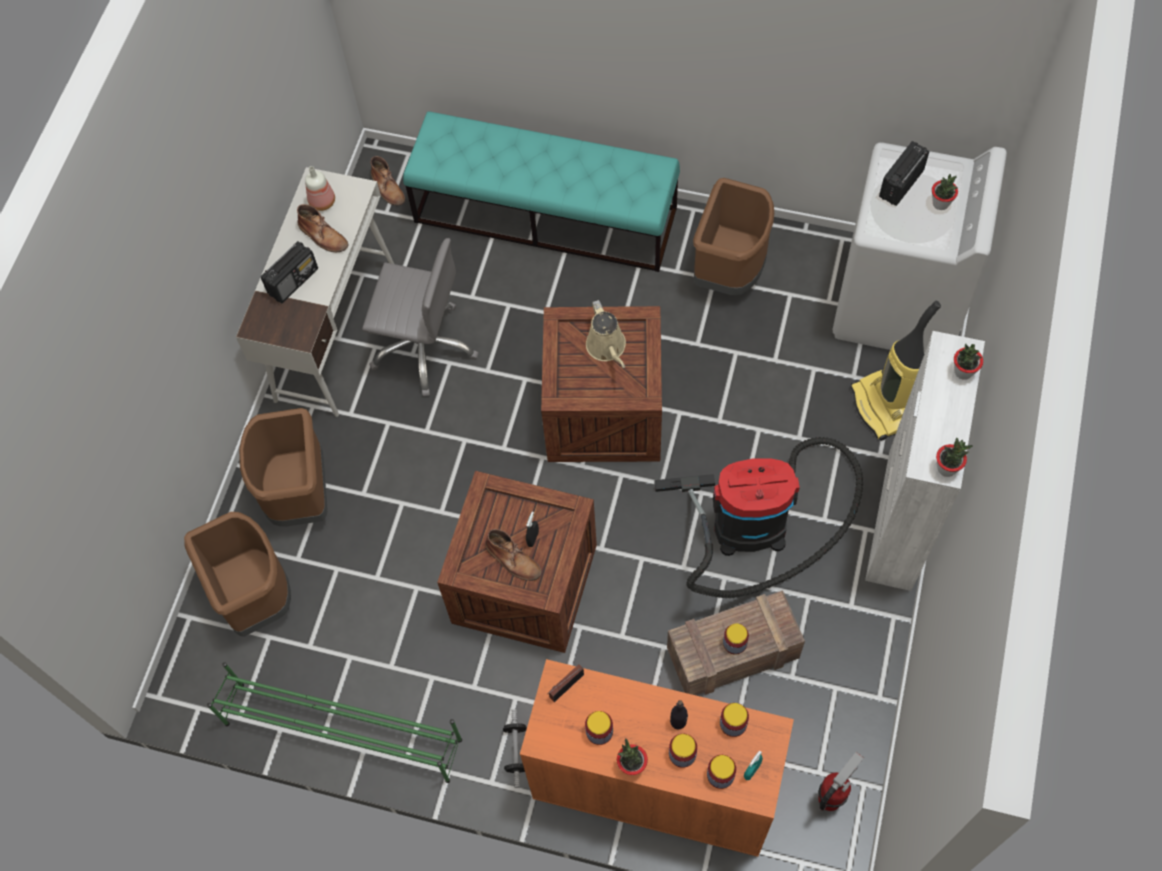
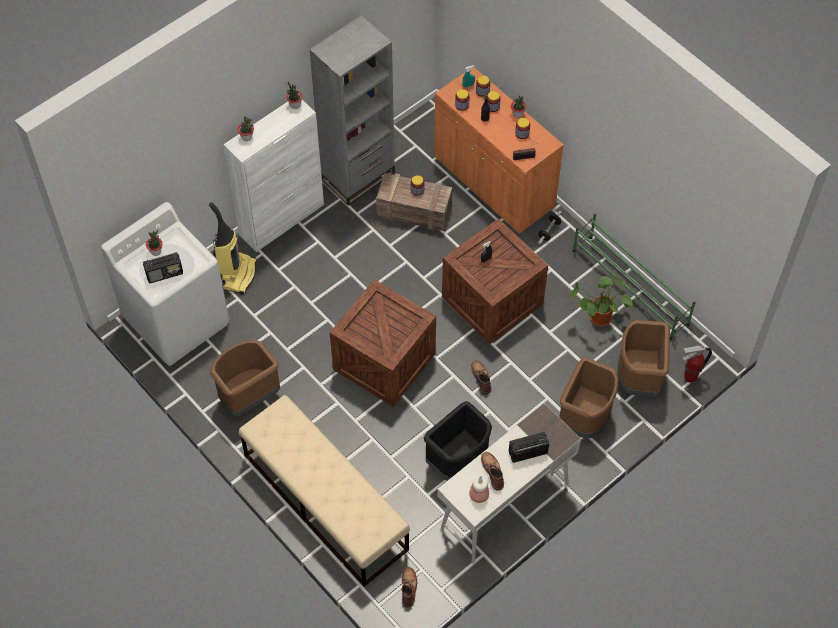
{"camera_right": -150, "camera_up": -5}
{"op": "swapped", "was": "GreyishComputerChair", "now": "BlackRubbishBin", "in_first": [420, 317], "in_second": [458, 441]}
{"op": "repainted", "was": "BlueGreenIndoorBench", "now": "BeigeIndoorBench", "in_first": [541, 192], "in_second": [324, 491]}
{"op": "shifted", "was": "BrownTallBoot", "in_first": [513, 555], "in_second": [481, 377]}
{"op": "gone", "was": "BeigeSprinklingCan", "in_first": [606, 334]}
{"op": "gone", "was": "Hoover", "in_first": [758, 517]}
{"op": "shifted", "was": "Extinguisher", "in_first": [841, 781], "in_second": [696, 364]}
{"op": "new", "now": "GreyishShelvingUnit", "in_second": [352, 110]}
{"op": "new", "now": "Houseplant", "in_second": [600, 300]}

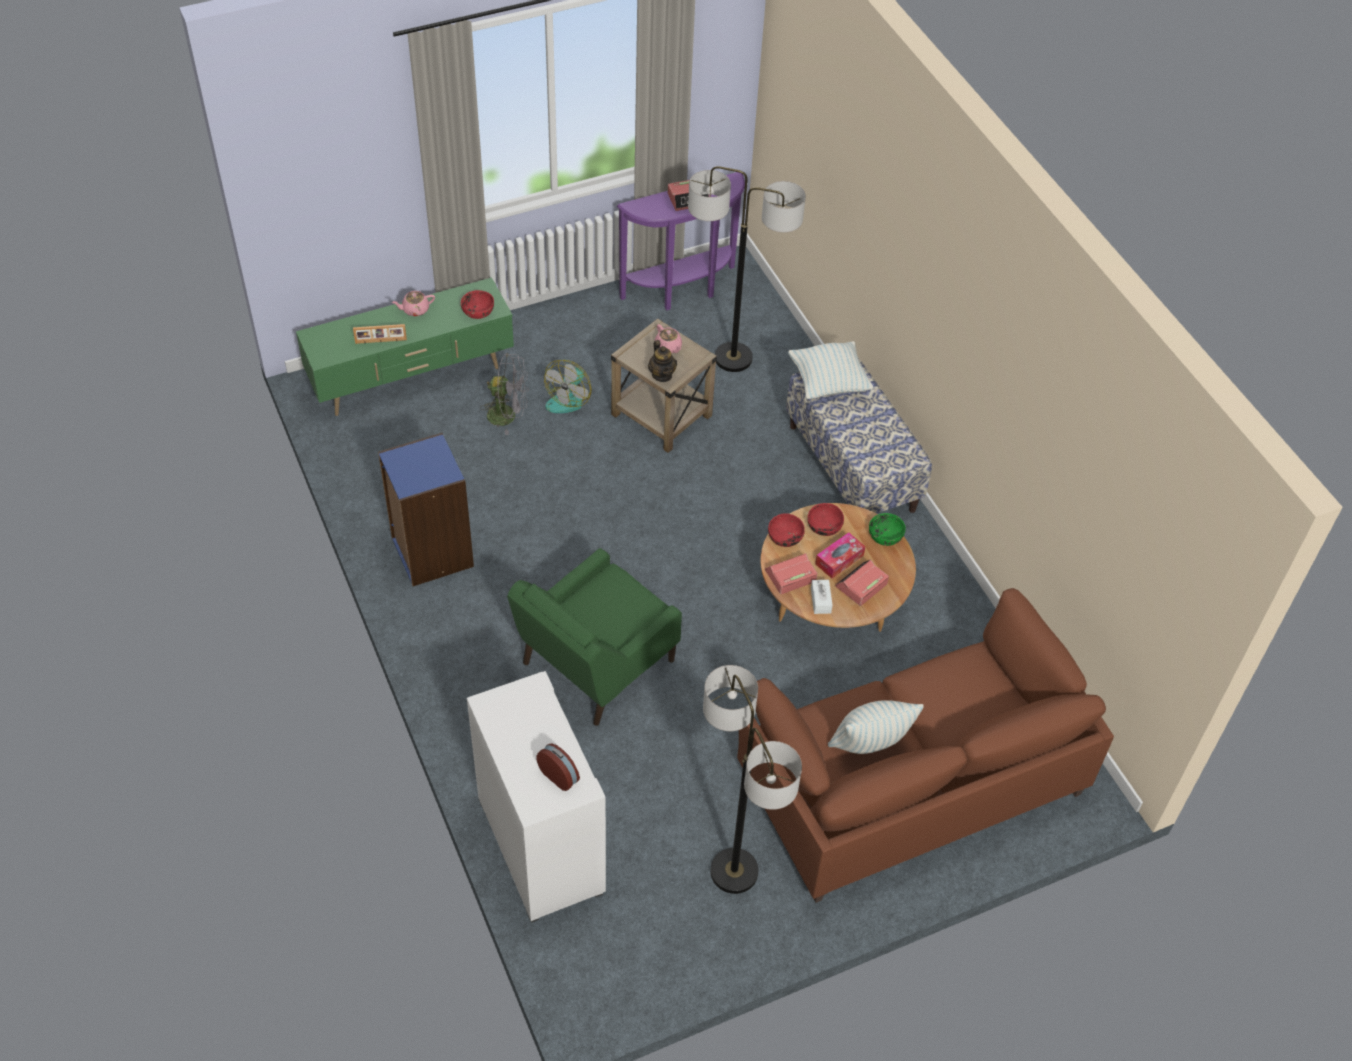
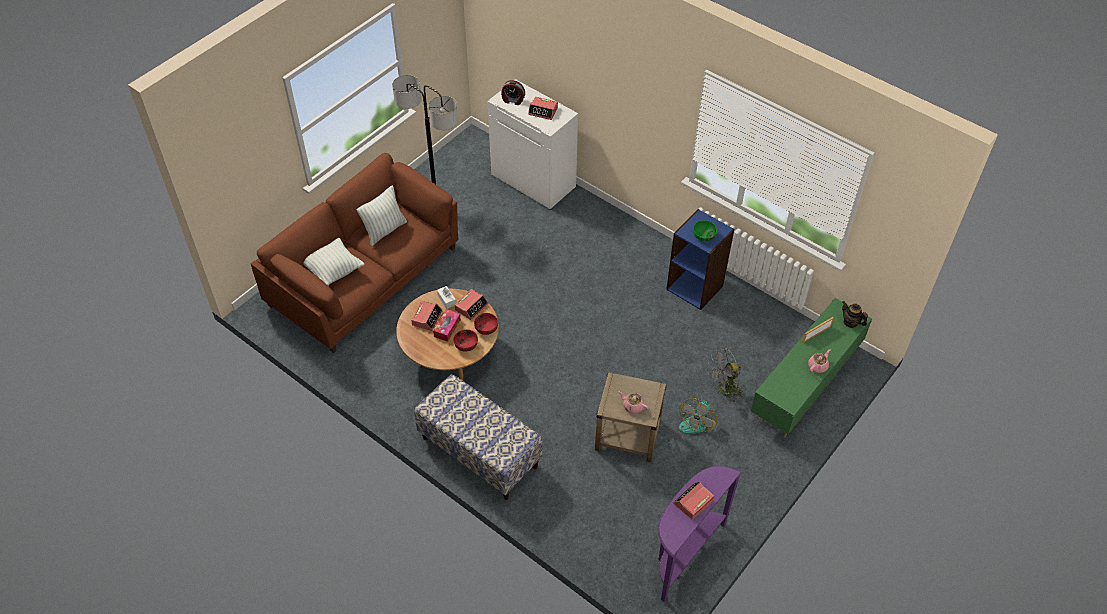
{"camera_right": 155, "camera_up": 0}
{"op": "gone", "was": "RedDeepDish", "in_first": [477, 304]}
{"op": "gone", "was": "GreenishEasyChair", "in_first": [594, 637]}
{"op": "rotated", "was": "ElectricFan", "in_first": [568, 386], "in_second": [698, 416], "clockwise": -150}
{"op": "shifted", "was": "Teapot", "in_first": [662, 361], "in_second": [855, 314]}
{"op": "gone", "was": "StandardLamp", "in_first": [747, 269]}
{"op": "shifted", "was": "ThrowPillow", "in_first": [830, 370], "in_second": [334, 261]}
{"op": "shifted", "was": "GreenishDeepDish", "in_first": [887, 529], "in_second": [705, 231]}
{"op": "new", "now": "BedsideClock", "in_second": [543, 108]}

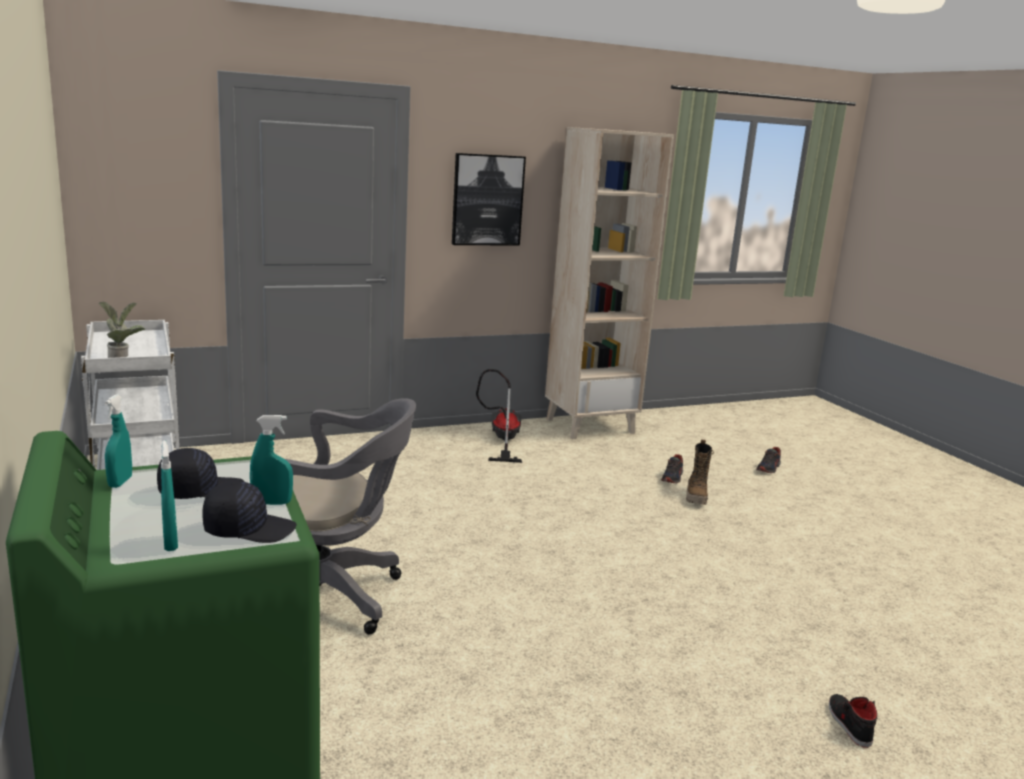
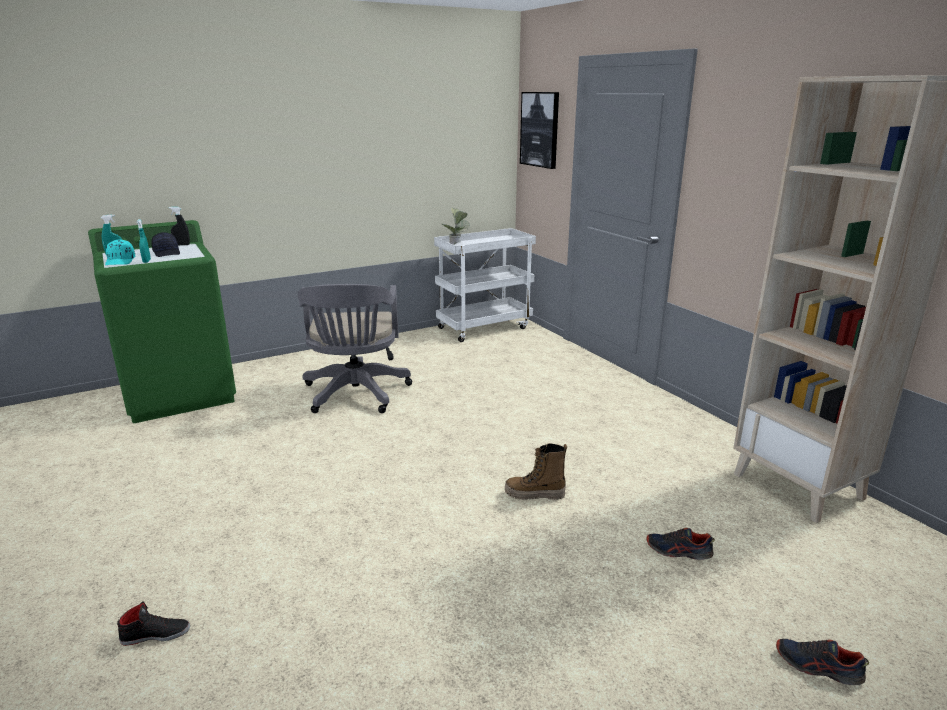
{"camera_right": 85, "camera_up": 5}
{"op": "repainted", "was": "BlueGreenSprayer", "now": "BlackSprayer", "in_first": [118, 441], "in_second": [179, 226]}
{"op": "repainted", "was": "BlackCap", "now": "BlueGreenCap", "in_first": [249, 512], "in_second": [120, 252]}
{"op": "shifted", "was": "Picture", "in_first": [489, 199], "in_second": [539, 130]}
{"op": "gone", "was": "Hoover", "in_first": [499, 416]}
{"op": "shifted", "was": "TallBoot", "in_first": [700, 472], "in_second": [536, 472]}

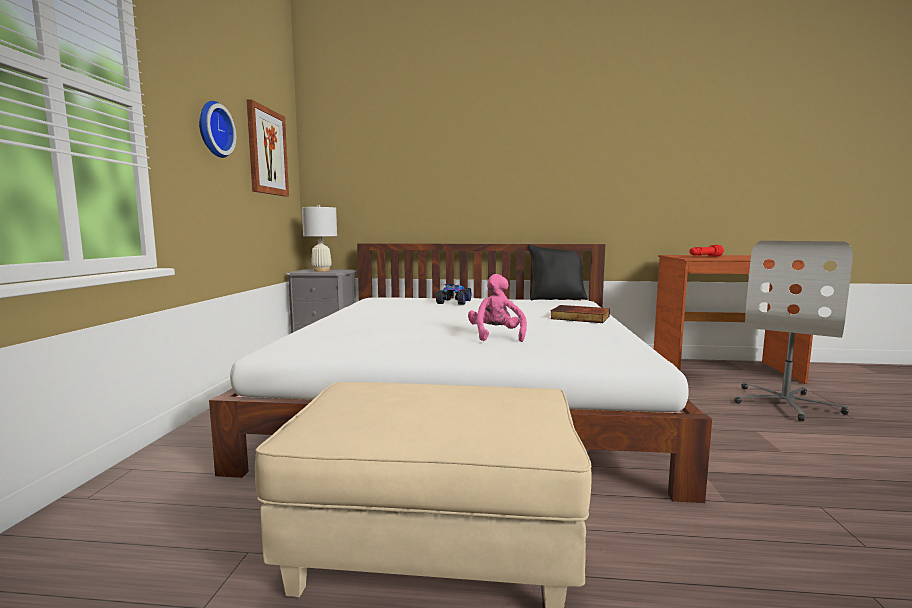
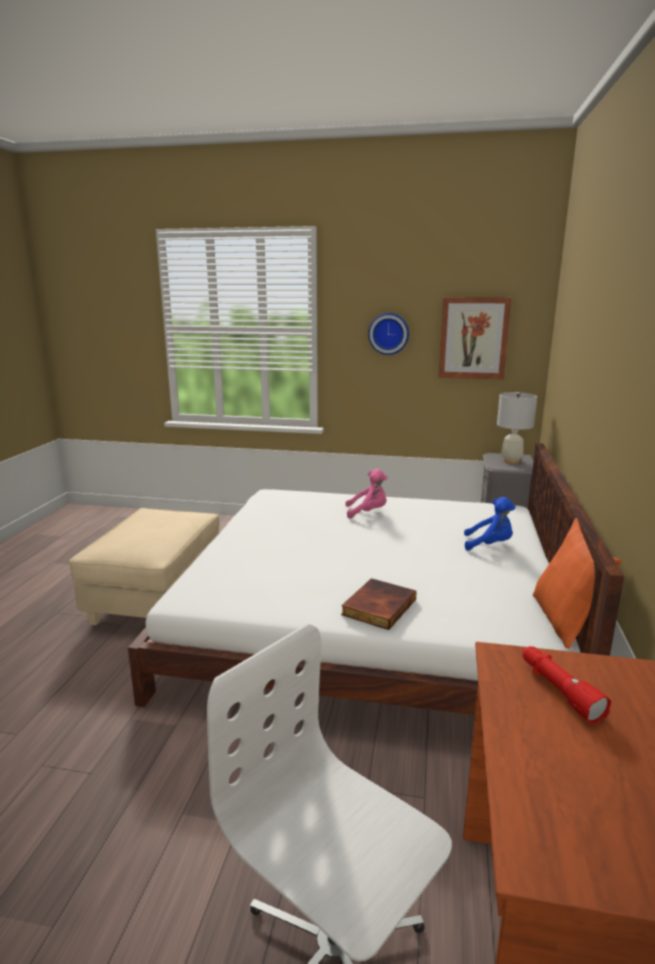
{"camera_right": 95, "camera_up": 10}
{"op": "swapped", "was": "MiniatureCar", "now": "BlueColouredCuddlyToy", "in_first": [453, 294], "in_second": [489, 524]}
{"op": "shifted", "was": "PinkCuddlyToy", "in_first": [497, 308], "in_second": [366, 494]}
{"op": "repainted", "was": "BlackThrowPillow", "now": "OrangeThrowPillow", "in_first": [558, 272], "in_second": [577, 583]}

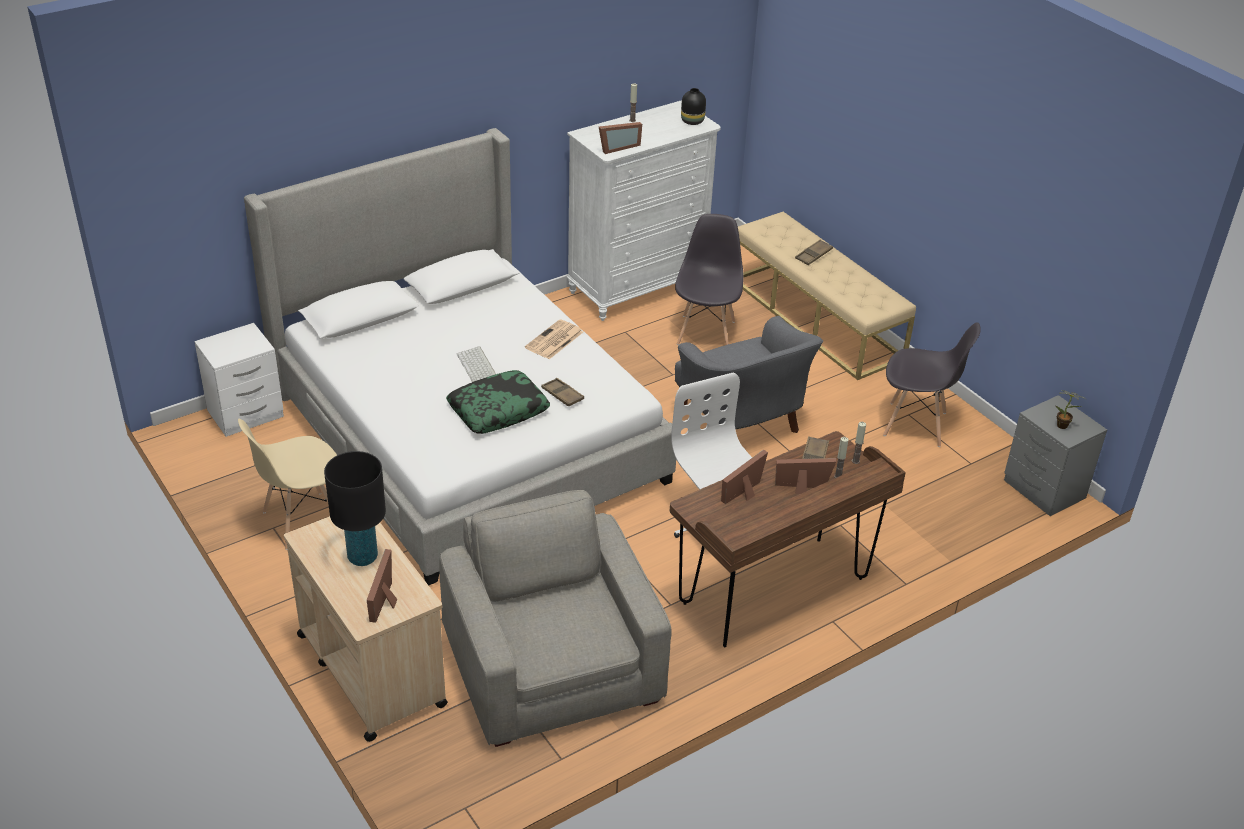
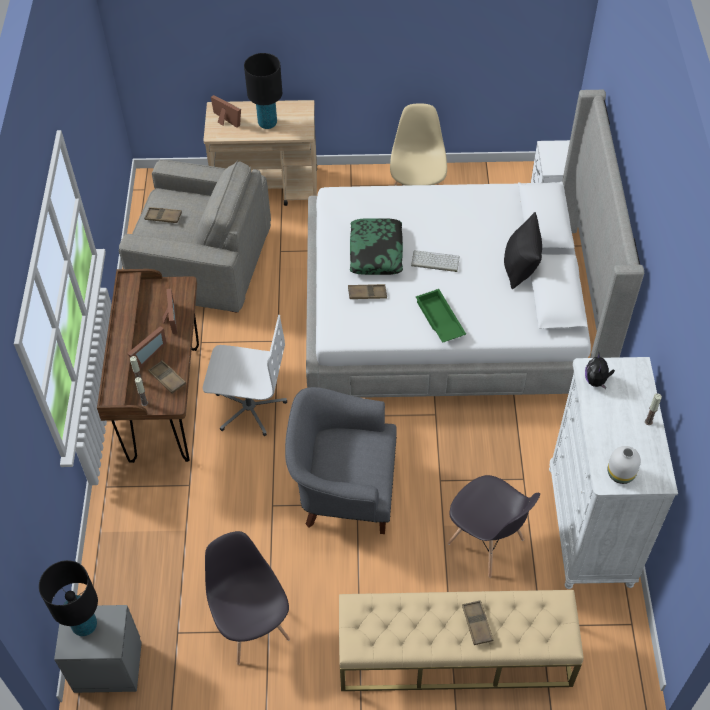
{"camera_right": 125, "camera_up": 15}
{"op": "swapped", "was": "DailyPaper", "now": "GreenishCarryingTray", "in_first": [554, 339], "in_second": [441, 316]}
{"op": "swapped", "was": "StandingFrame", "now": "CuddlyToy", "in_first": [620, 138], "in_second": [600, 371]}
{"op": "repainted", "was": "BlackFlowerVase", "now": "WhitishFlowerVase", "in_first": [693, 106], "in_second": [624, 465]}
{"op": "rotated", "was": "GreyishChair", "in_first": [932, 384], "in_second": [247, 598], "clockwise": 105}
{"op": "swapped", "was": "Houseplant", "now": "BlackTabletopLamp", "in_first": [1071, 409], "in_second": [68, 598]}
{"op": "new", "now": "BrownCarryingTray", "in_second": [163, 215]}
{"op": "new", "now": "BlackThrowPillow", "in_second": [523, 250]}

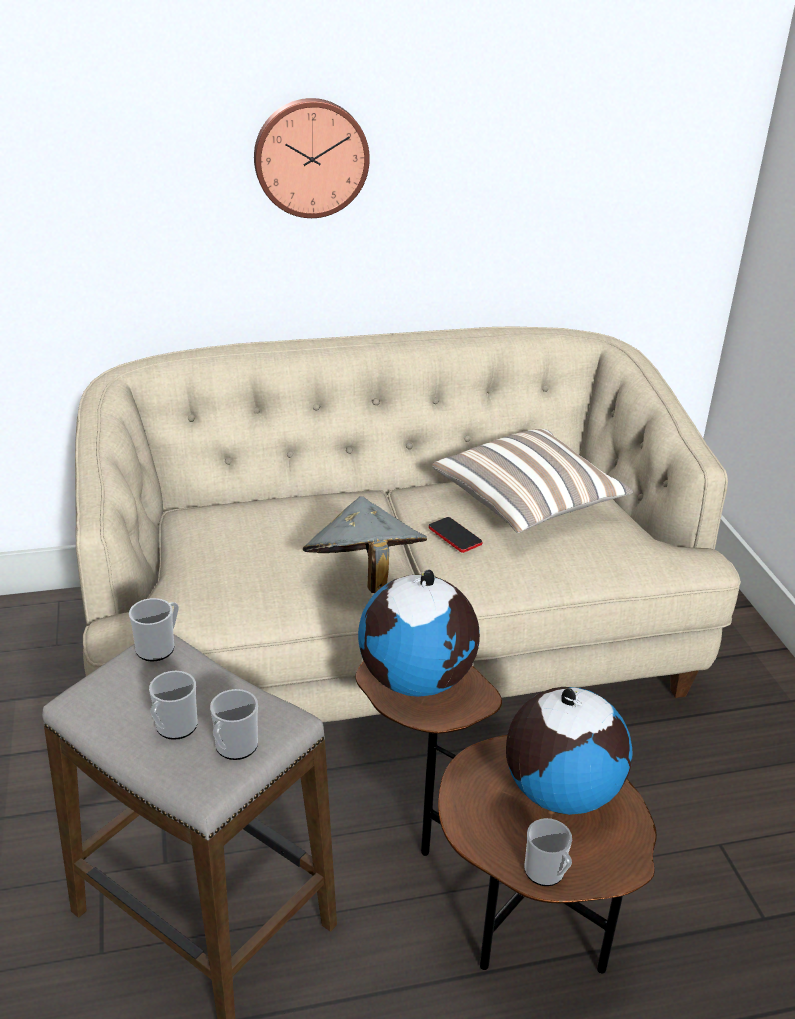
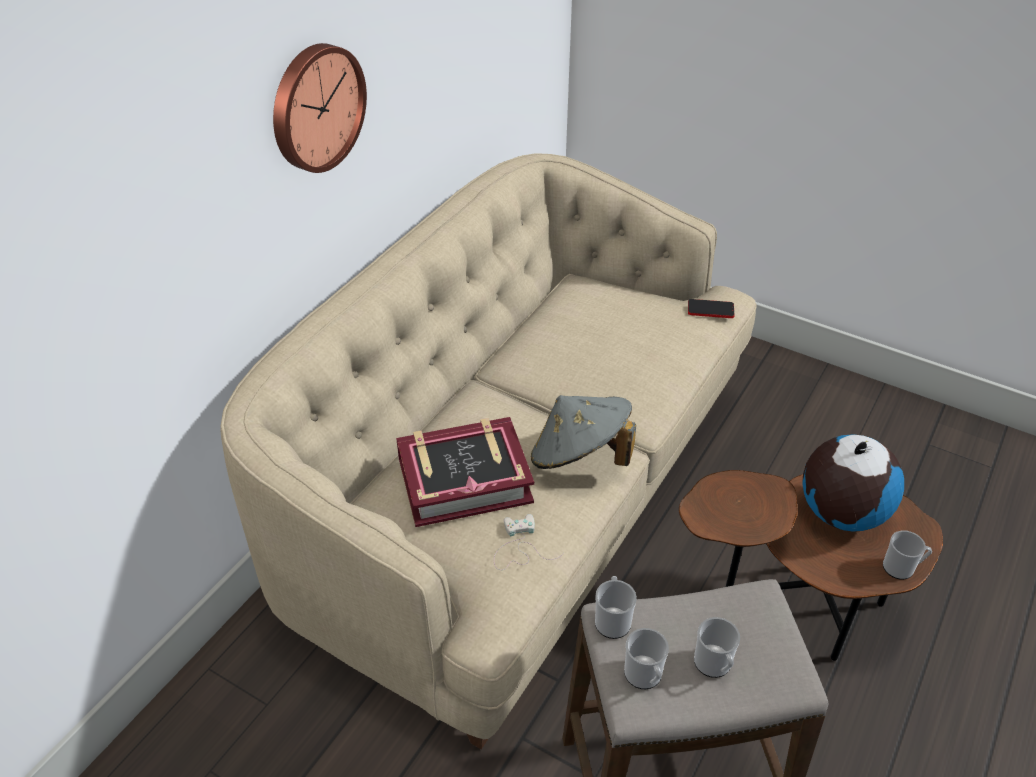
{"camera_right": -45, "camera_up": 10}
{"op": "shifted", "was": "TeaMug", "in_first": [234, 724], "in_second": [646, 658]}
{"op": "gone", "was": "DeskGlobe", "in_first": [419, 633]}
{"op": "shifted", "was": "Telephone", "in_first": [455, 535], "in_second": [711, 308]}
{"op": "gone", "was": "ThrowPillow", "in_first": [532, 481]}
{"op": "new", "now": "BoundBook", "in_second": [465, 472]}
{"op": "new", "now": "WhitishJoypad", "in_second": [529, 542]}

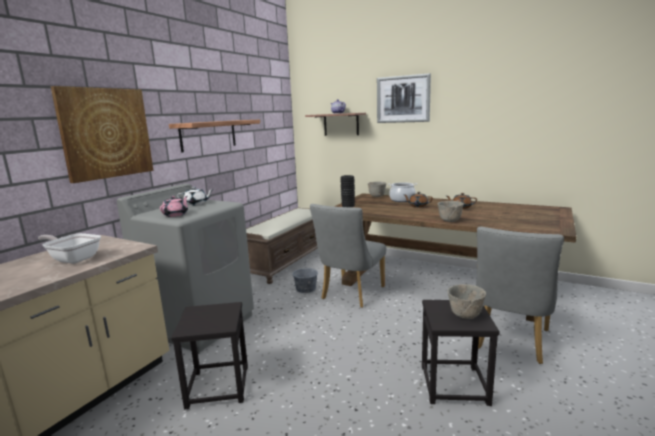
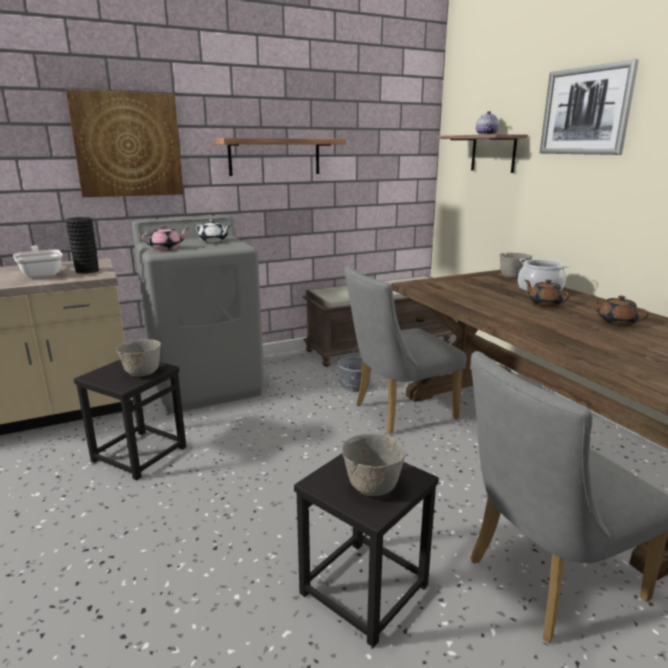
{"camera_right": 35, "camera_up": 5}
{"op": "shifted", "was": "BlackFlowerVase", "in_first": [347, 191], "in_second": [82, 245]}
{"op": "shifted", "was": "GreyishDeepDish", "in_first": [450, 211], "in_second": [138, 358]}

